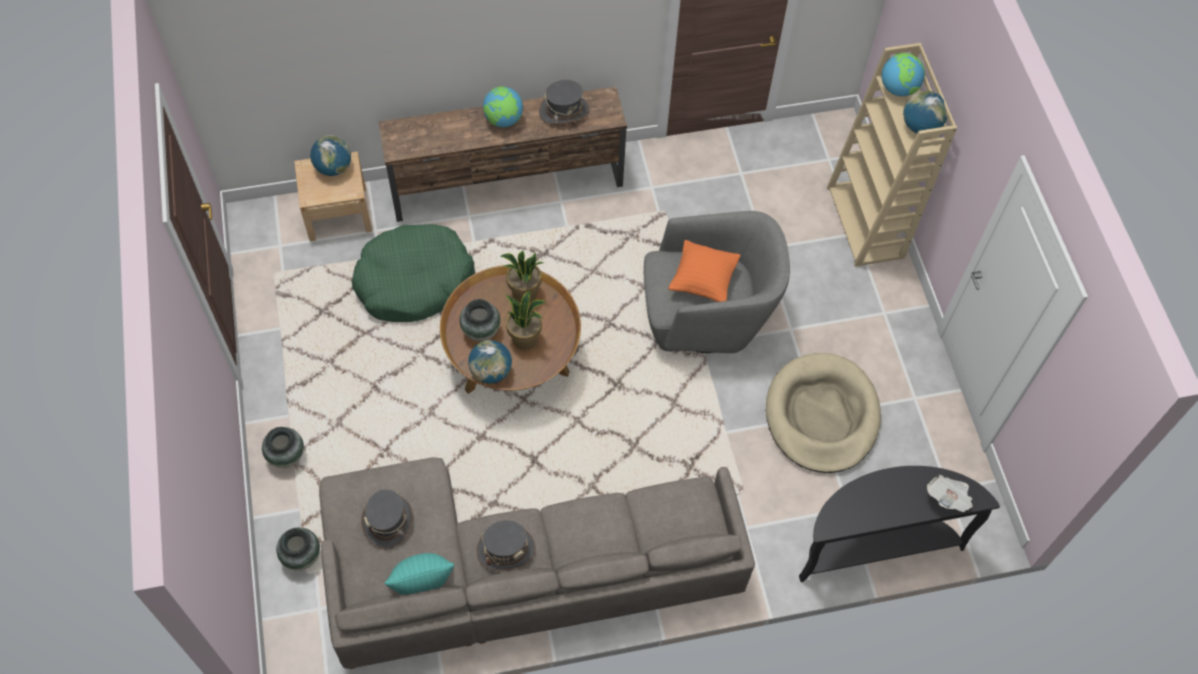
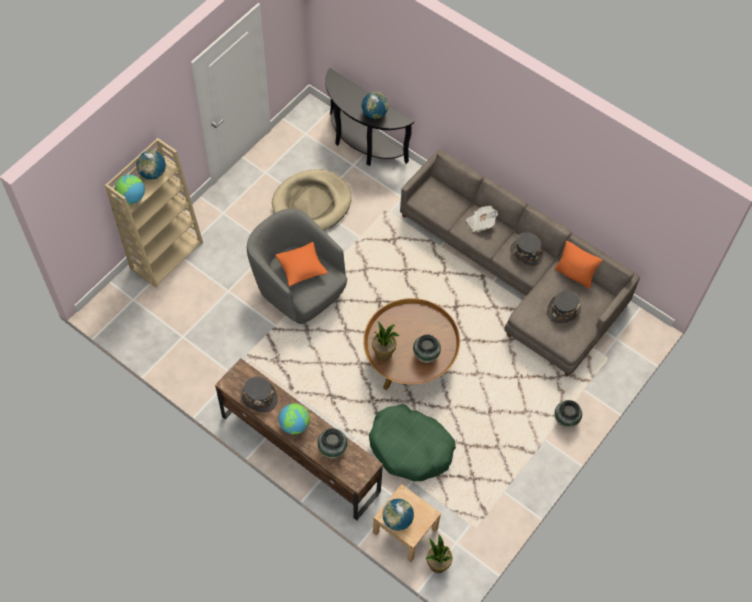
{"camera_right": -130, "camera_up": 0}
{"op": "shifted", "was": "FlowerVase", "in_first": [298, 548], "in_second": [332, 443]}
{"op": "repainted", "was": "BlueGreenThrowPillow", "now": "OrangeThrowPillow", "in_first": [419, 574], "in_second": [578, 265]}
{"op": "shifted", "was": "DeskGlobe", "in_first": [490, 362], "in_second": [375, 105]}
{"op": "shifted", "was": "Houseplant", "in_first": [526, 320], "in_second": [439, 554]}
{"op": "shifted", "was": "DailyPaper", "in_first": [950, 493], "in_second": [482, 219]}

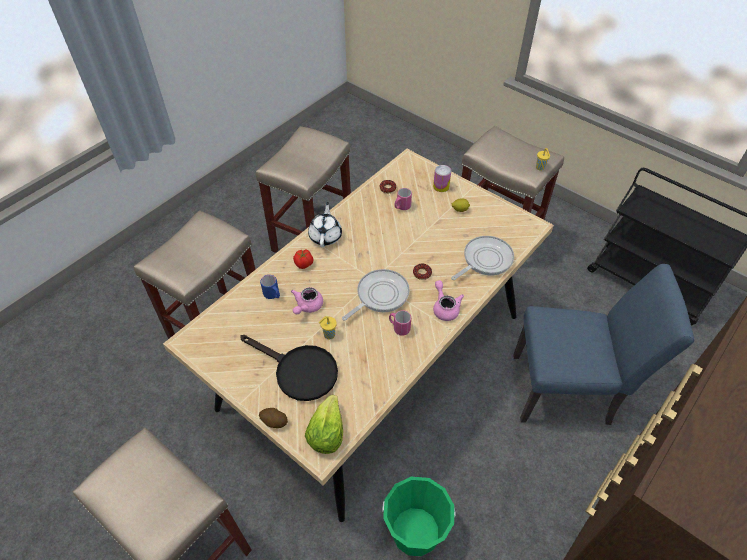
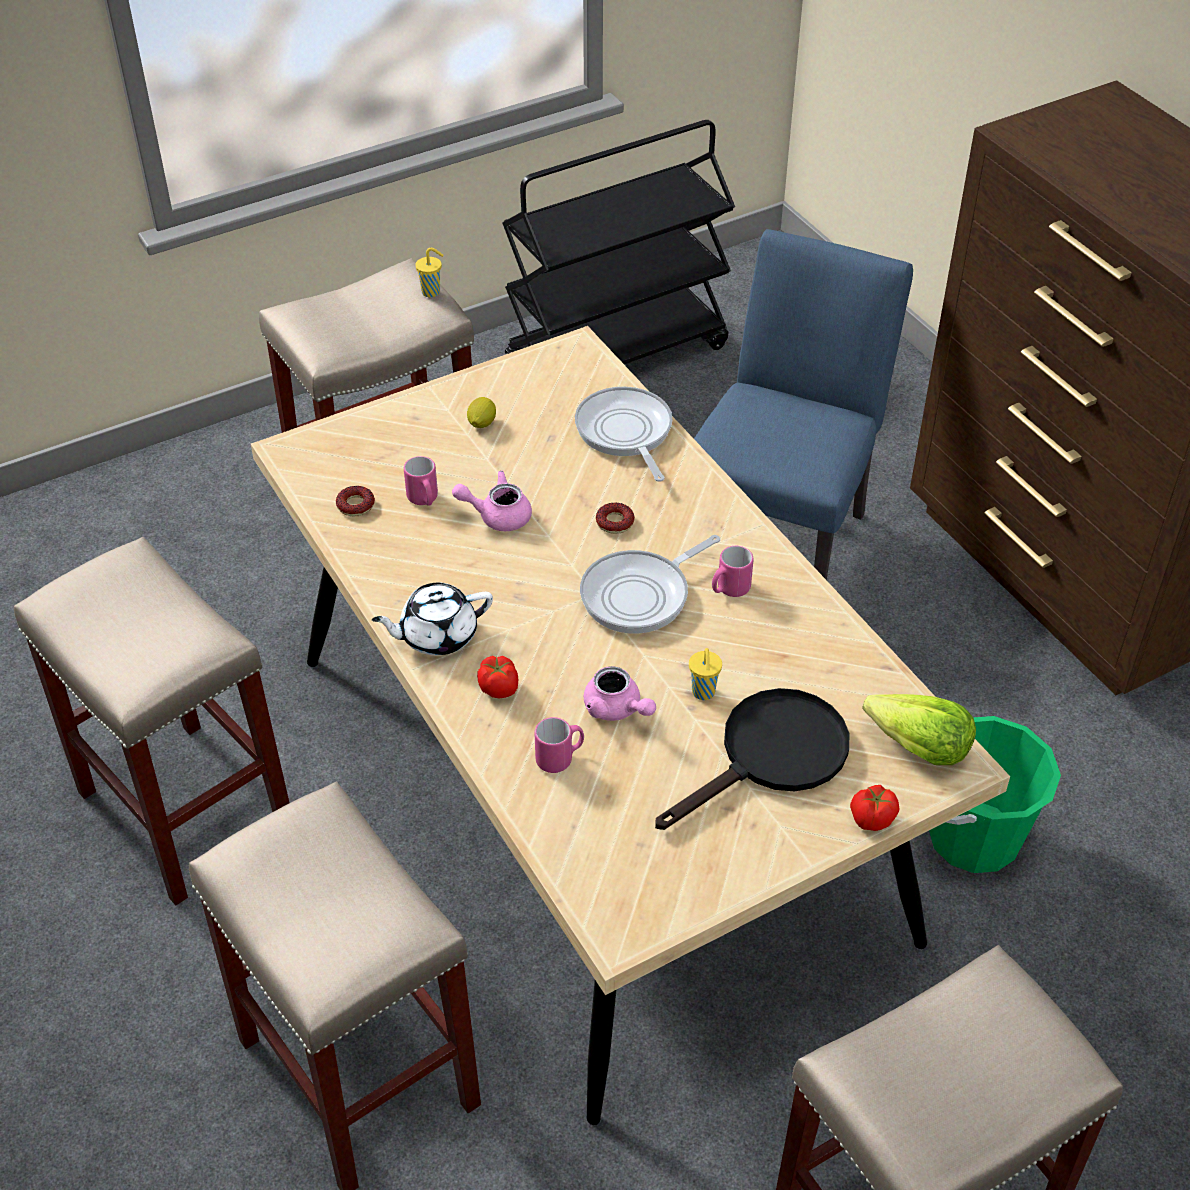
{"camera_right": -70, "camera_up": -5}
{"op": "swapped", "was": "Potato", "now": "FreshTomato", "in_first": [273, 418], "in_second": [874, 808]}
{"op": "repainted", "was": "BlueColouredTeaMug", "now": "PinkTeaMug", "in_first": [270, 287], "in_second": [559, 745]}
{"op": "rotated", "was": "WhitishTeapot", "in_first": [325, 224], "in_second": [432, 618], "clockwise": -45}
{"op": "rotated", "was": "Skillet", "in_first": [376, 295], "in_second": [650, 584], "clockwise": -105}
{"op": "gone", "was": "Can", "in_first": [442, 178]}
{"op": "shifted", "was": "PinkTeapot", "in_first": [448, 300], "in_second": [492, 501]}

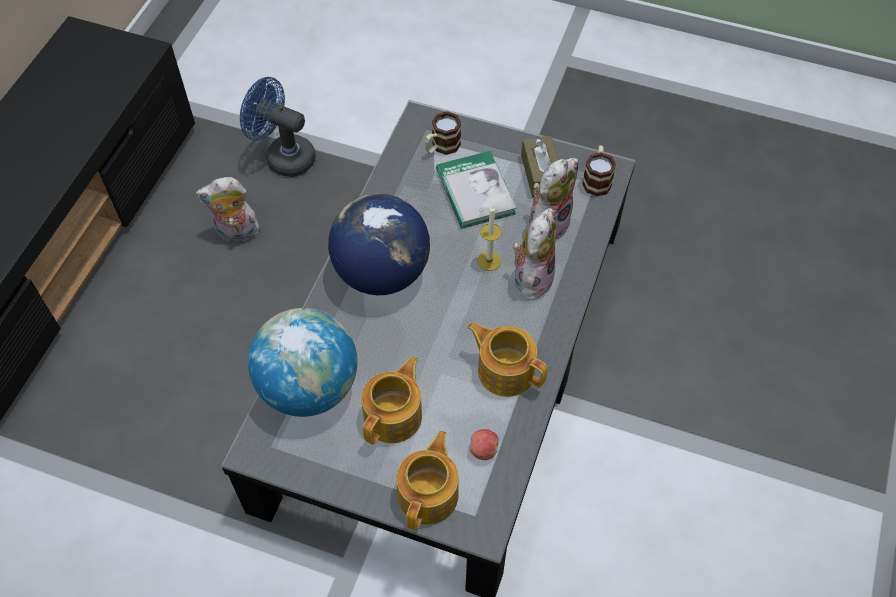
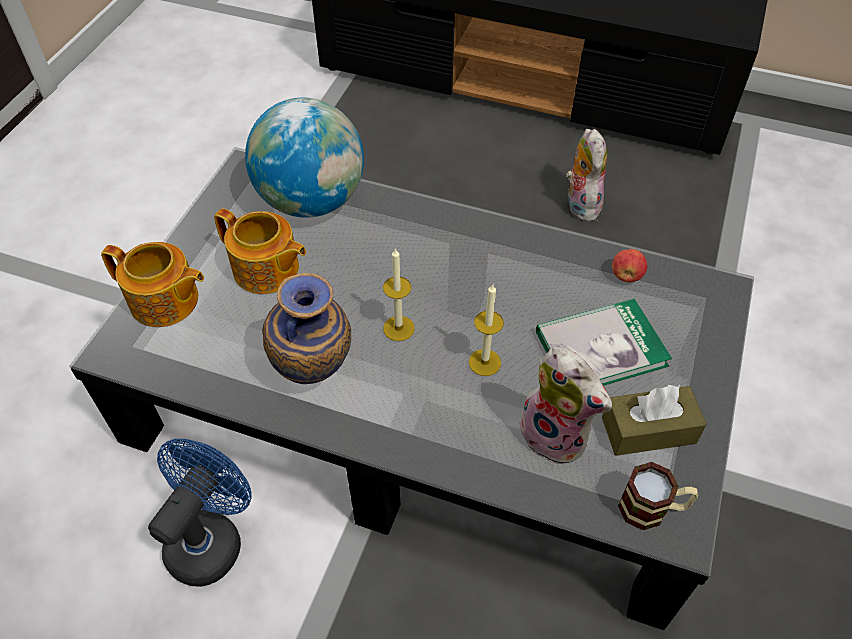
{"camera_right": 90, "camera_up": -5}
{"op": "shifted", "was": "BlueColouredElectricFan", "in_first": [278, 127], "in_second": [200, 513]}
{"op": "gone", "was": "DeskGlobe", "in_first": [379, 244]}
{"op": "gone", "was": "TeaMug", "in_first": [443, 133]}
{"op": "swapped", "was": "Teapot", "now": "FlowerVase", "in_first": [507, 359], "in_second": [306, 328]}
{"op": "shifted", "was": "AppleFruit", "in_first": [484, 444], "in_second": [629, 265]}
{"op": "gone", "was": "CuddlyToy", "in_first": [534, 254]}
{"op": "new", "now": "WaxLight", "in_second": [399, 294]}

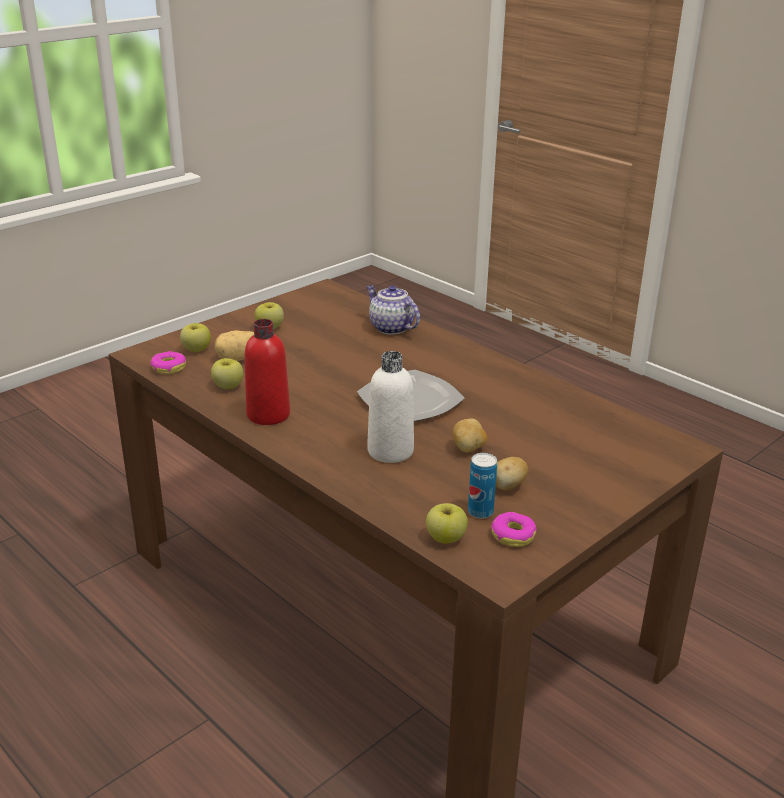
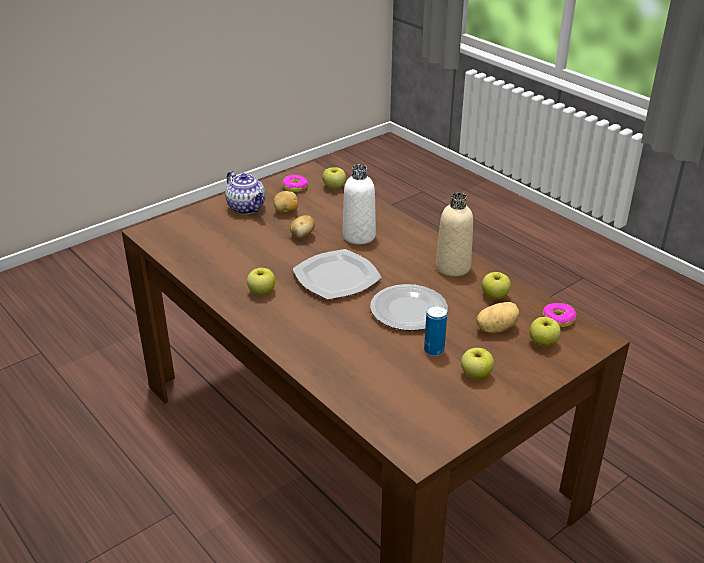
{"camera_right": -175, "camera_up": 5}
{"op": "repainted", "was": "RedBeverageBottle", "now": "BeigeBeverageBottle", "in_first": [267, 372], "in_second": [454, 235]}
{"op": "shifted", "was": "Teapot", "in_first": [393, 310], "in_second": [245, 192]}
{"op": "shifted", "was": "Can", "in_first": [482, 486], "in_second": [435, 330]}
{"op": "new", "now": "AppleFruit", "in_second": [261, 282]}
{"op": "new", "now": "FlatDish", "in_second": [409, 307]}

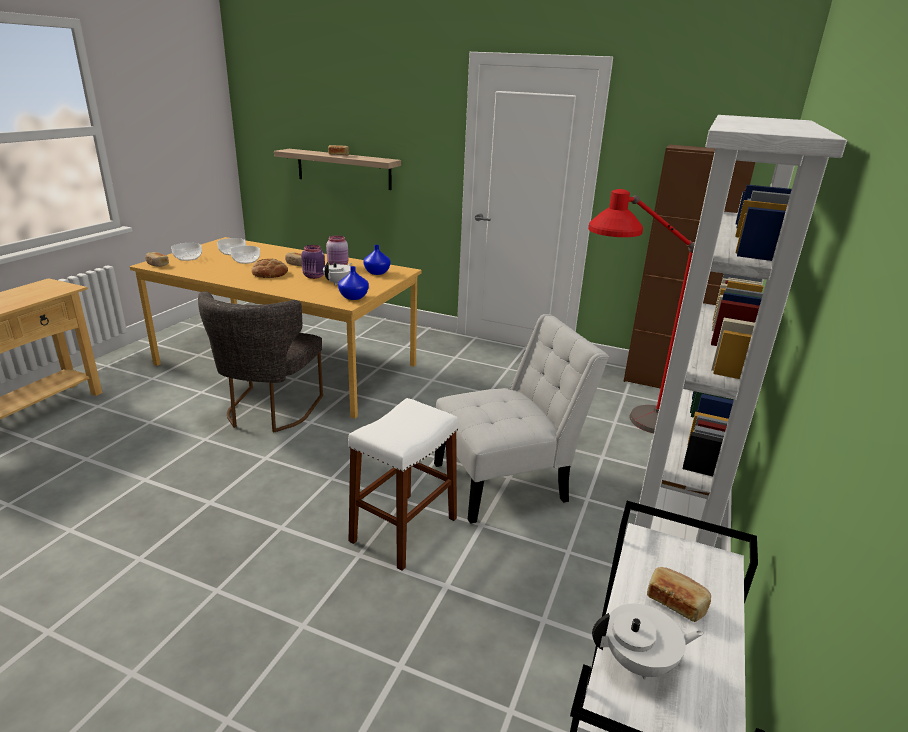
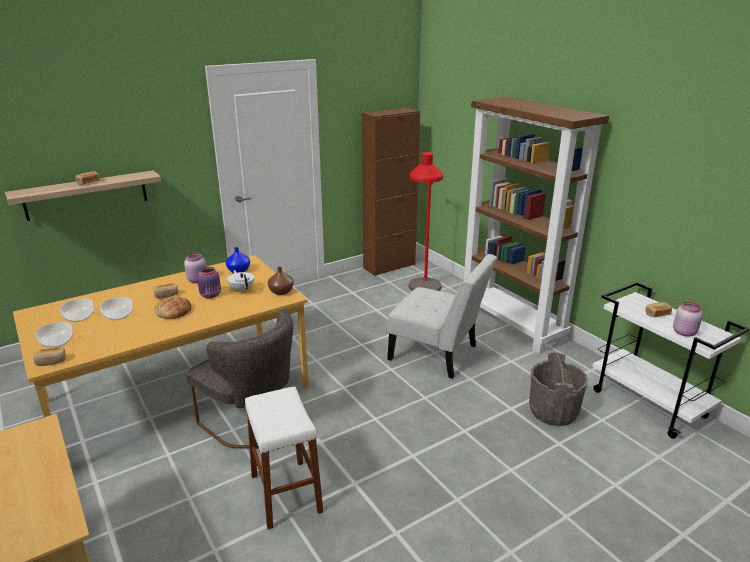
{"camera_right": -55, "camera_up": 0}
{"op": "repainted", "was": "BlueColouredFlowerVase", "now": "BrownFlowerVase", "in_first": [353, 283], "in_second": [281, 281]}
{"op": "shifted", "was": "WhitishStoolSeat", "in_first": [403, 484], "in_second": [284, 458]}
{"op": "rotated", "was": "WhitishChair", "in_first": [521, 419], "in_second": [442, 316], "clockwise": 105}
{"op": "swapped", "was": "WhitishTeapot", "now": "PinkPreserveJar", "in_first": [648, 642], "in_second": [688, 319]}
{"op": "repainted", "was": "WhitishShelvingUnit", "now": "BrownShelvingUnit", "in_first": [740, 331], "in_second": [536, 225]}
{"op": "new", "now": "GreyishPail", "in_second": [558, 389]}

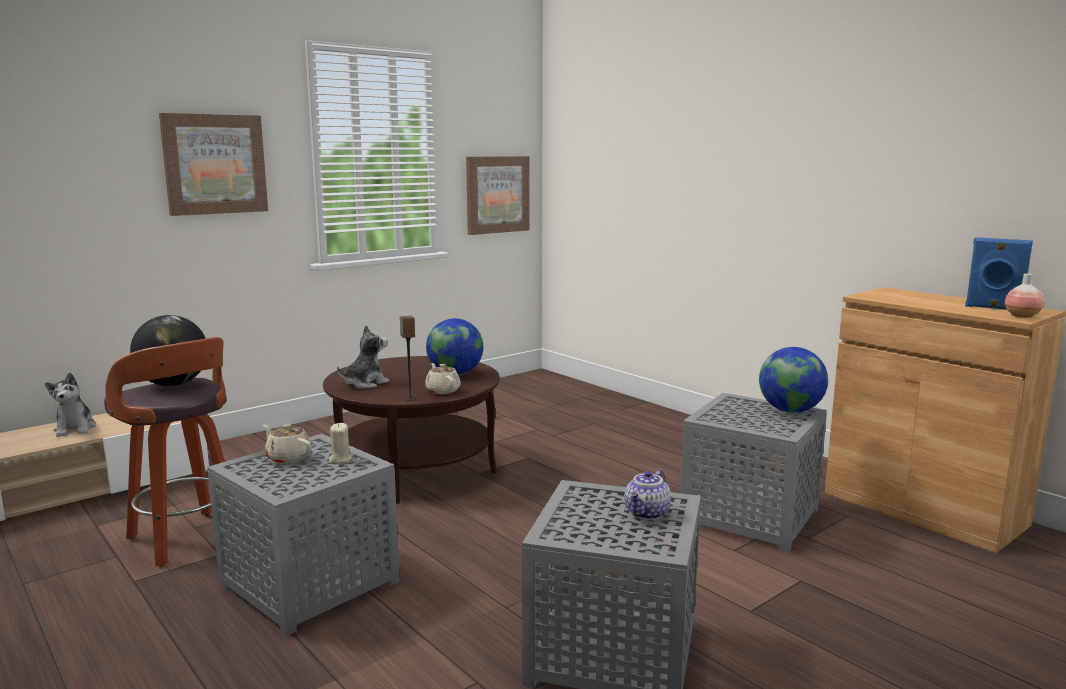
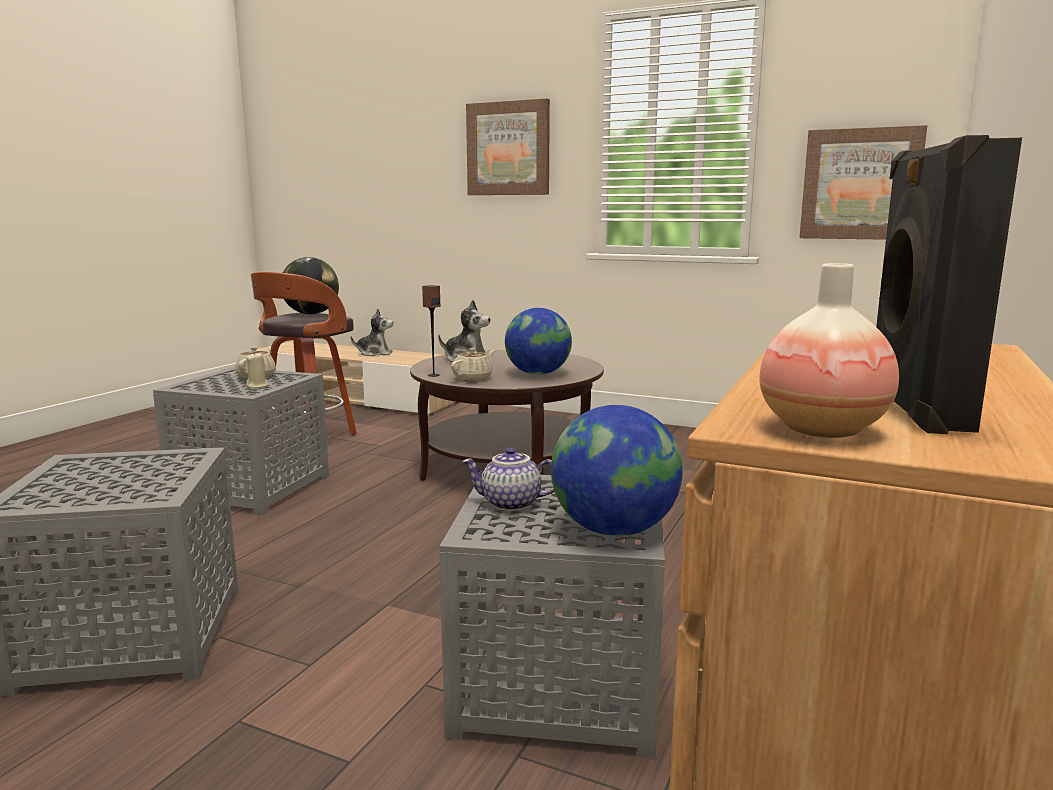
{"camera_right": 65, "camera_up": 0}
{"op": "rotated", "was": "CuddlyToy", "in_first": [70, 405], "in_second": [372, 332], "clockwise": -135}
{"op": "shifted", "was": "Teapot", "in_first": [648, 494], "in_second": [508, 479]}
{"op": "repainted", "was": "BlueColouredSpeaker", "now": "BlackSpeaker", "in_first": [999, 273], "in_second": [949, 284]}

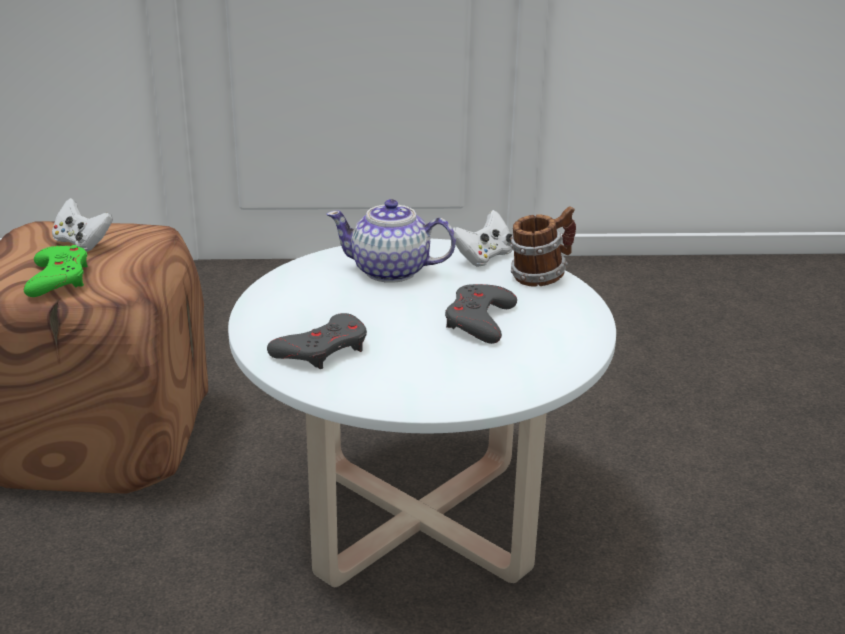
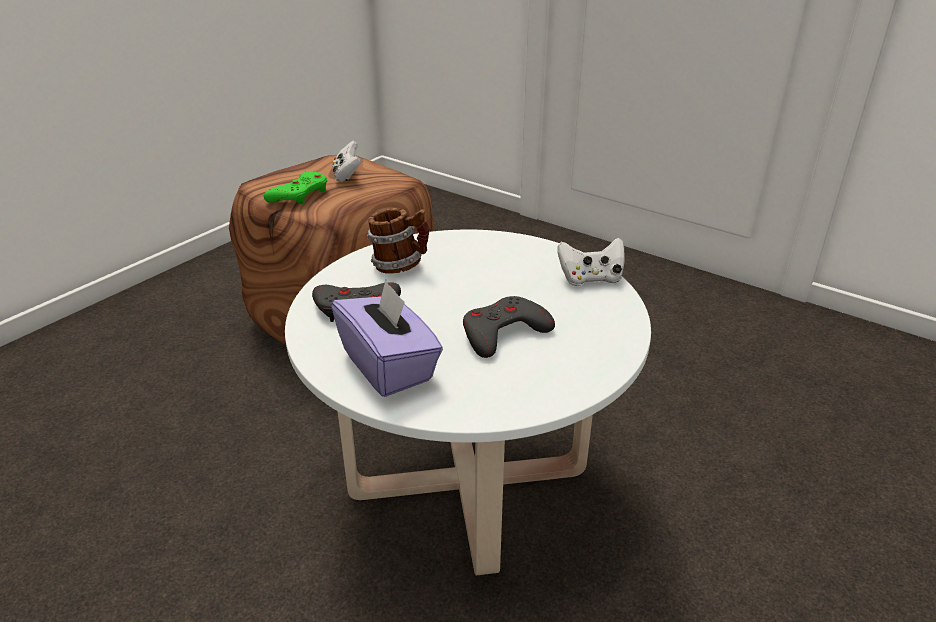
{"camera_right": 40, "camera_up": 5}
{"op": "gone", "was": "Teapot", "in_first": [391, 241]}
{"op": "shifted", "was": "TeaMug", "in_first": [543, 246], "in_second": [398, 241]}
{"op": "new", "now": "PurpleColouredTissueHolder", "in_second": [387, 338]}

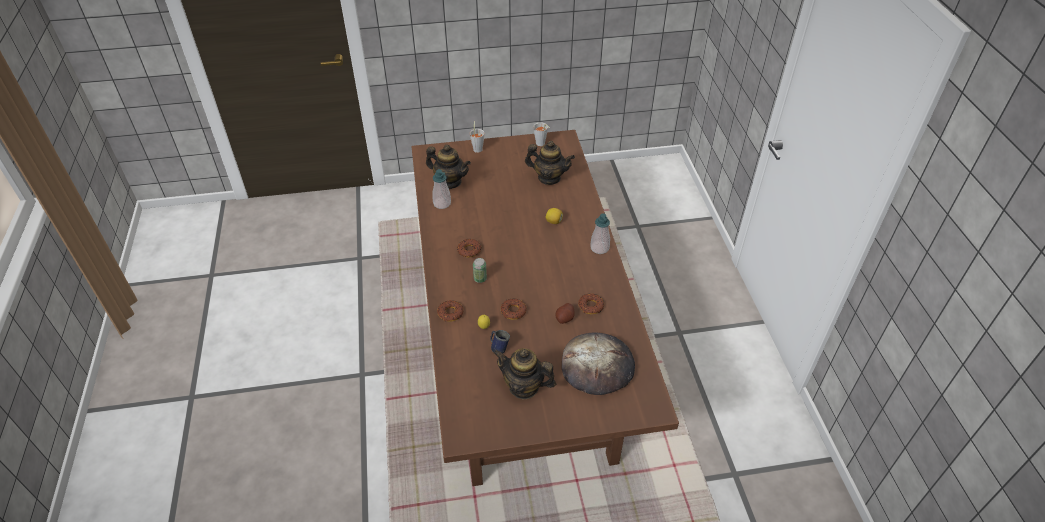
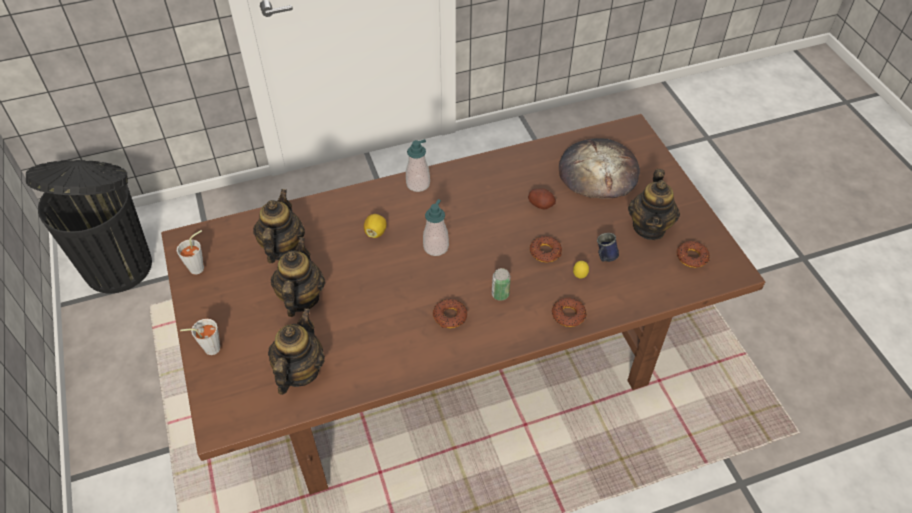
{"camera_right": -100, "camera_up": 5}
{"op": "shifted", "was": "LiquidSoapBottle", "in_first": [441, 189], "in_second": [436, 227]}
{"op": "shifted", "was": "RingDoughnut", "in_first": [591, 303], "in_second": [693, 254]}
{"op": "new", "now": "BlackRubbishBin", "in_second": [89, 226]}
{"op": "new", "now": "Teapot", "in_second": [298, 277]}

